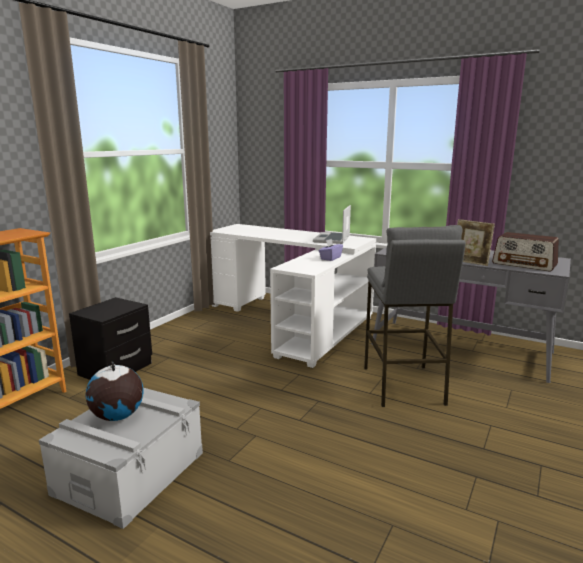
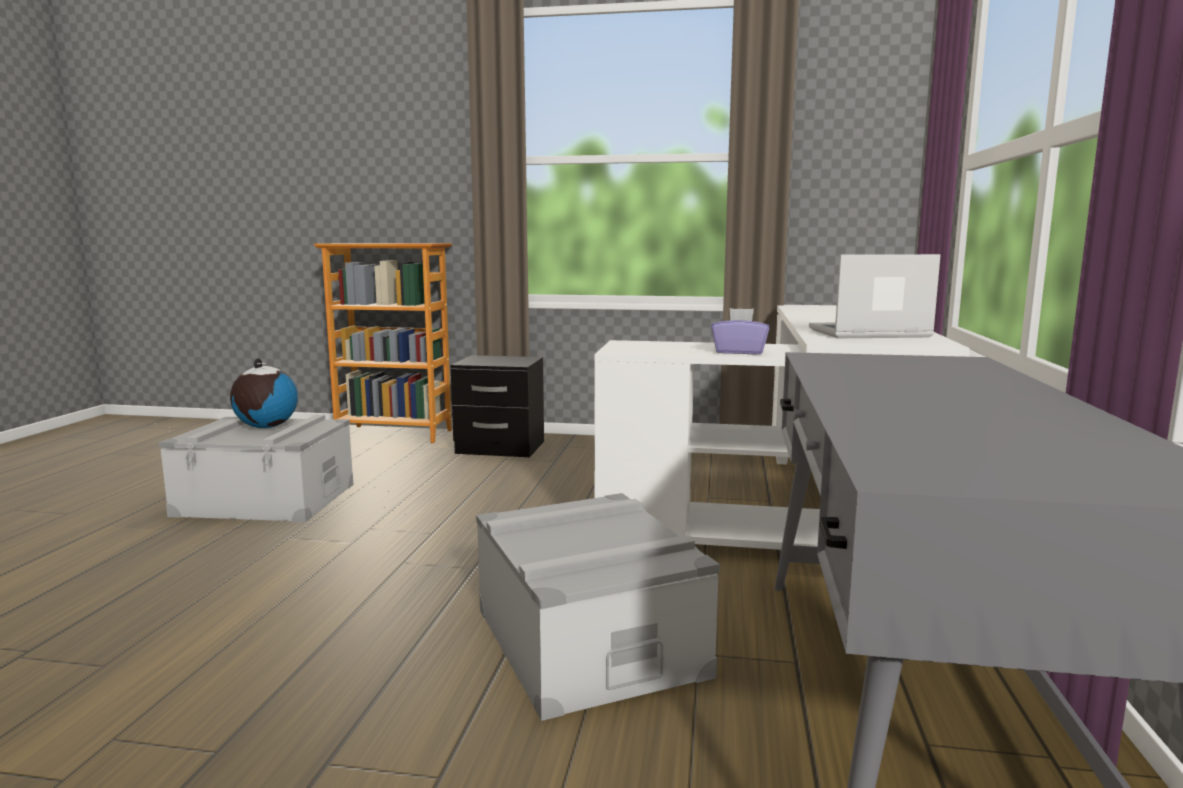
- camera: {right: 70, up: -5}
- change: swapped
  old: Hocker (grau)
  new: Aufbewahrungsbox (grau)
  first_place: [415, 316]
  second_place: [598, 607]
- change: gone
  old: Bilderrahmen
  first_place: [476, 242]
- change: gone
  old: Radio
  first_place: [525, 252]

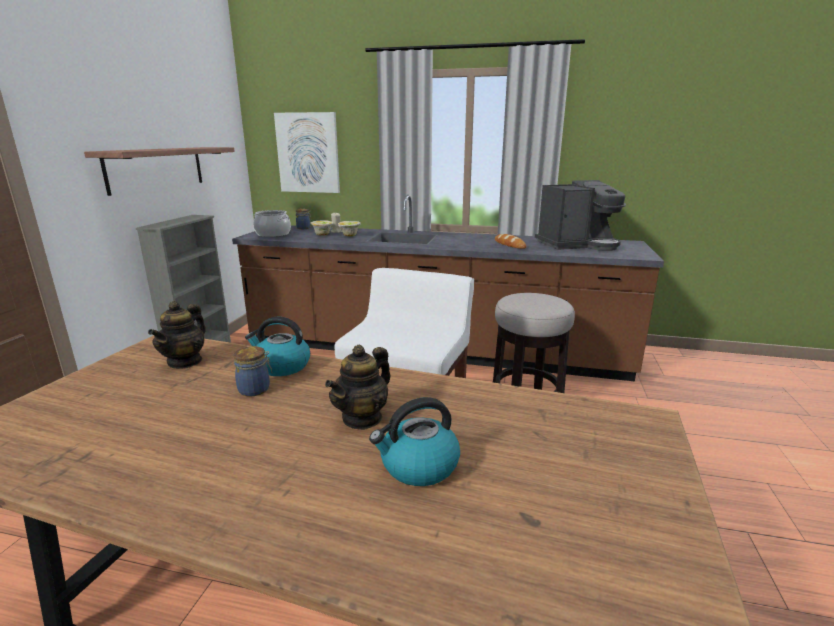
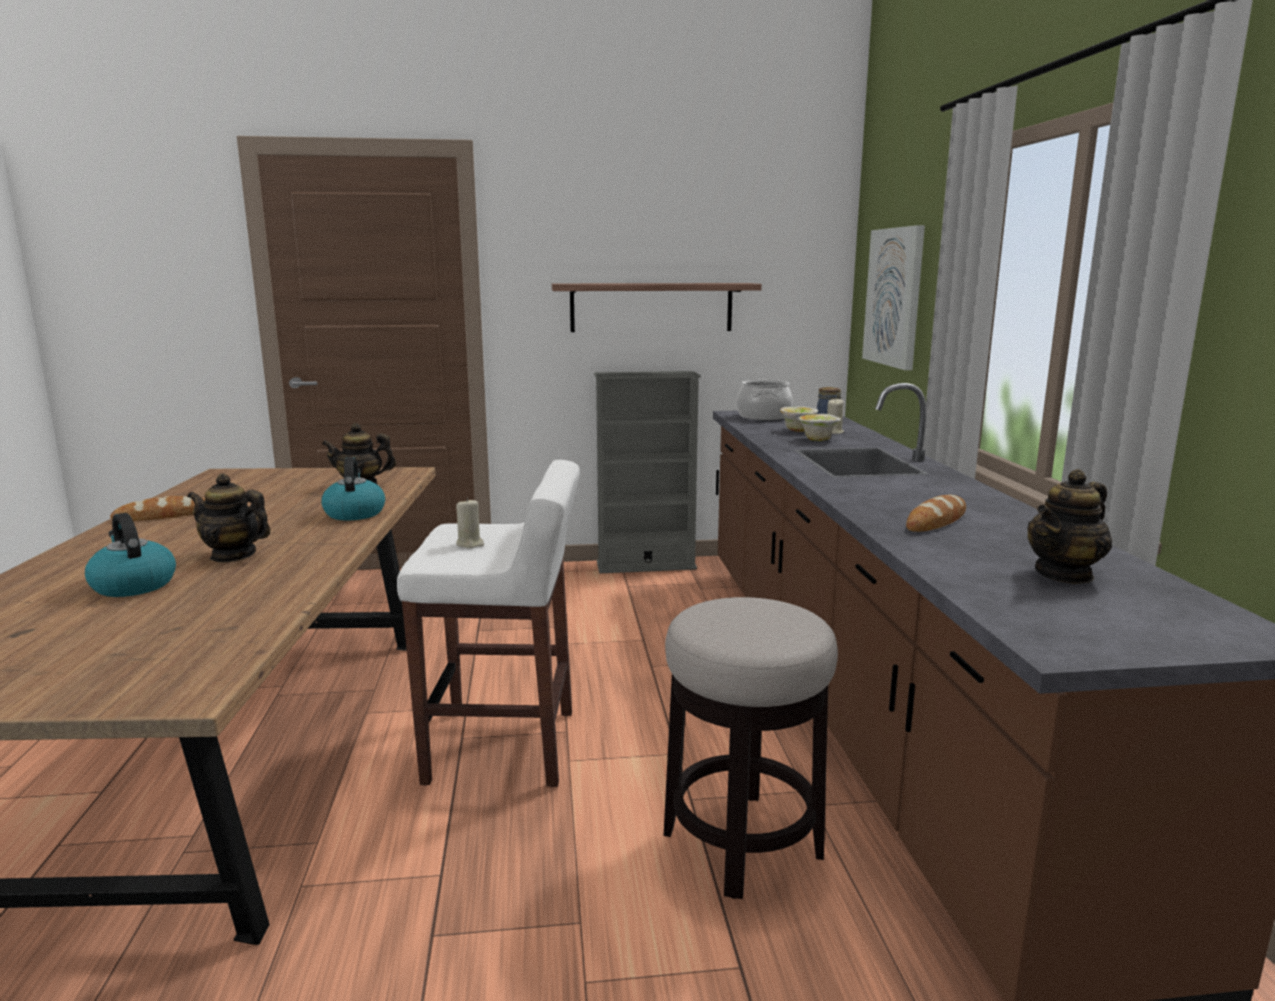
- camera: {right: 70, up: -5}
- change: new
  new: Brot
  second_place: [157, 508]
- change: new
  new: Kerze (beige)
  second_place: [470, 523]
- change: swapped
  old: Kaffeemaschine
  new: Teekanne
  first_place: [580, 215]
  second_place: [1069, 526]
- change: gone
  old: Vorratsglas
  first_place: [252, 371]

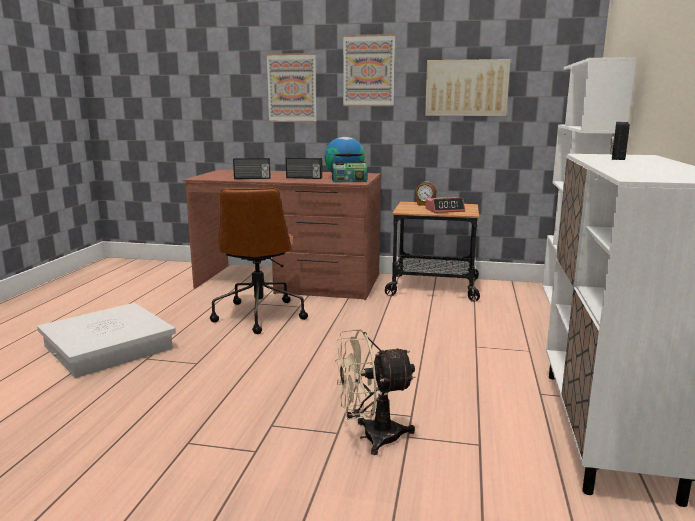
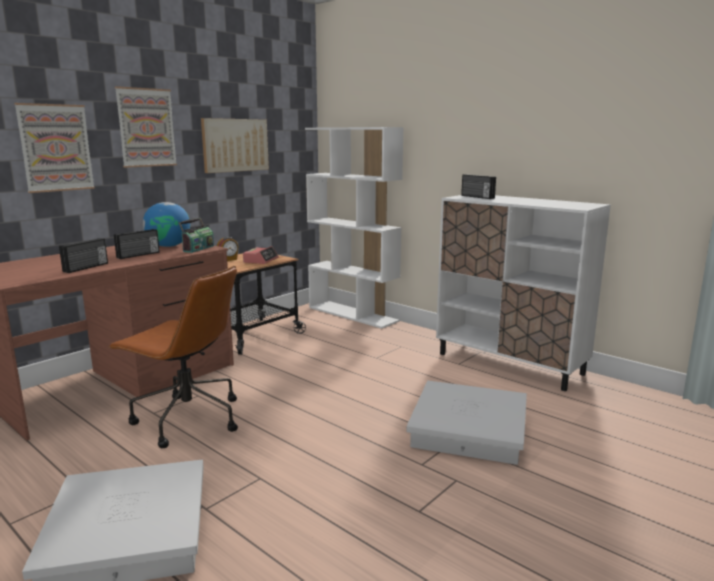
- camera: {right: -60, up: 0}
- change: swapped
  old: Ventilator (beige)
  new: Aufbewahrungsbox (weiß)
  first_place: [375, 392]
  second_place: [466, 423]

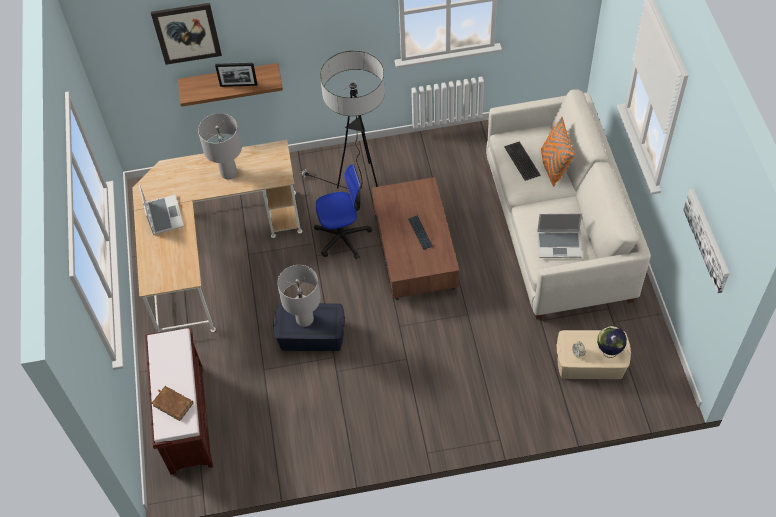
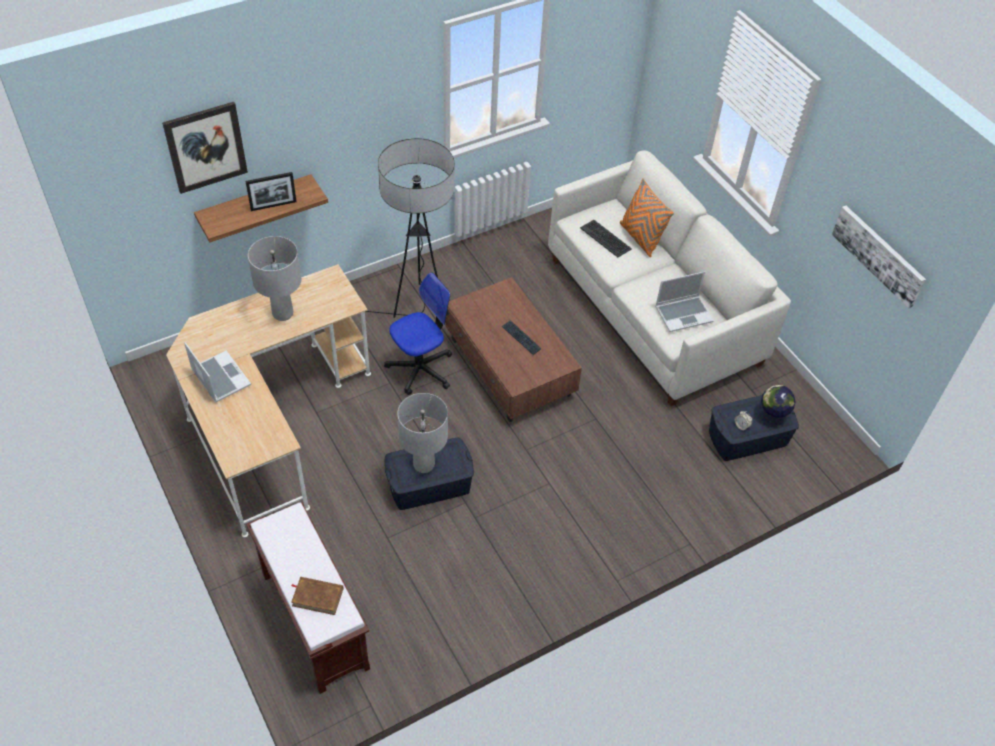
- camera: {right: -25, up: -5}
- change: repainted
  old: Aufbewahrungsbox (beige)
  new: Aufbewahrungsbox (blau)
  first_place: [593, 354]
  second_place: [754, 428]

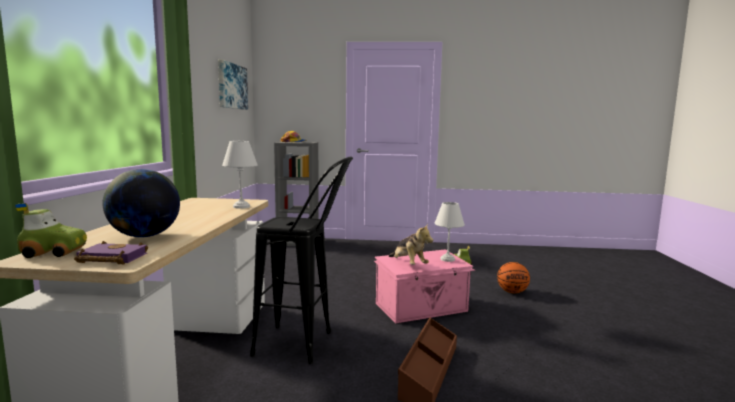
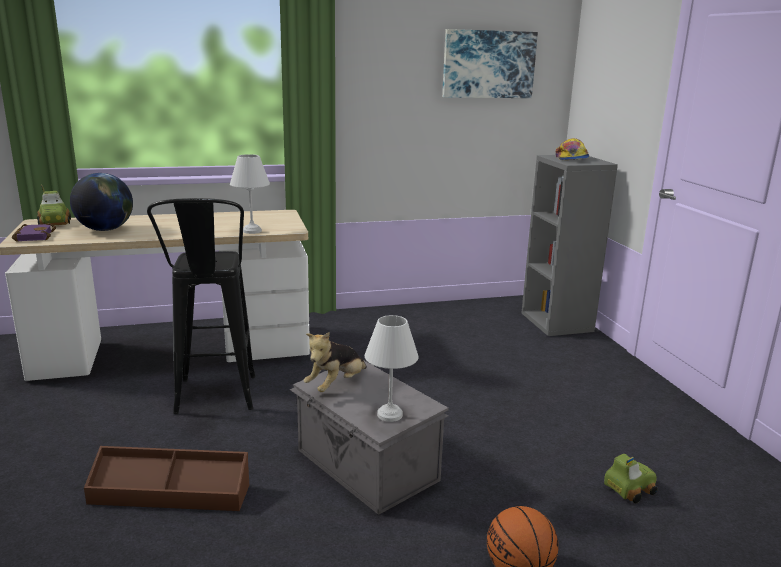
- camera: {right: 70, up: 10}
- change: repainted
  old: Aufbewahrungsbox (rosa)
  new: Aufbewahrungsbox (grau)
  first_place: [424, 286]
  second_place: [369, 438]

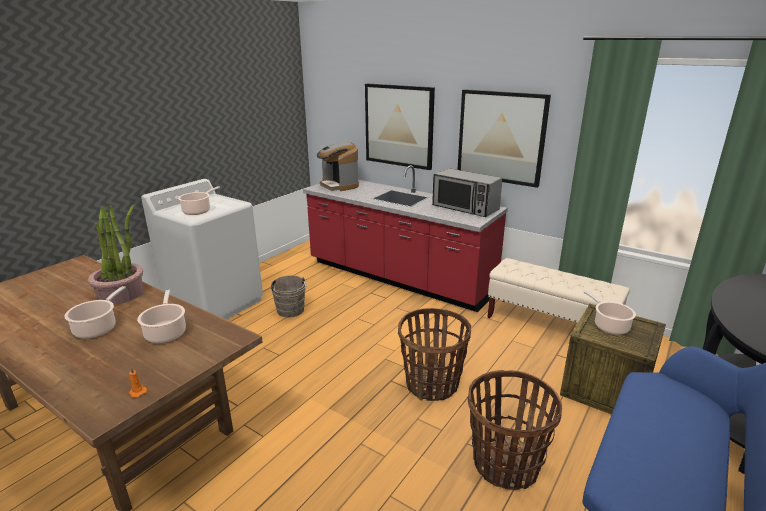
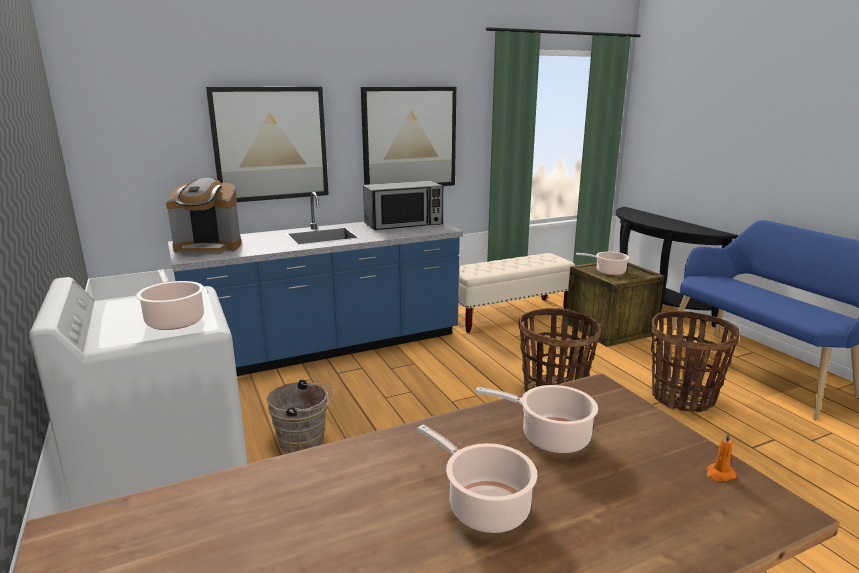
- camera: {right: -60, up: -5}
- change: repainted
  old: Küchenzeile (rot)
  new: Küchenzeile (blau)
  first_place: [405, 238]
  second_place: [315, 284]
- change: gone
  old: Topfpflanze
  first_place: [115, 254]

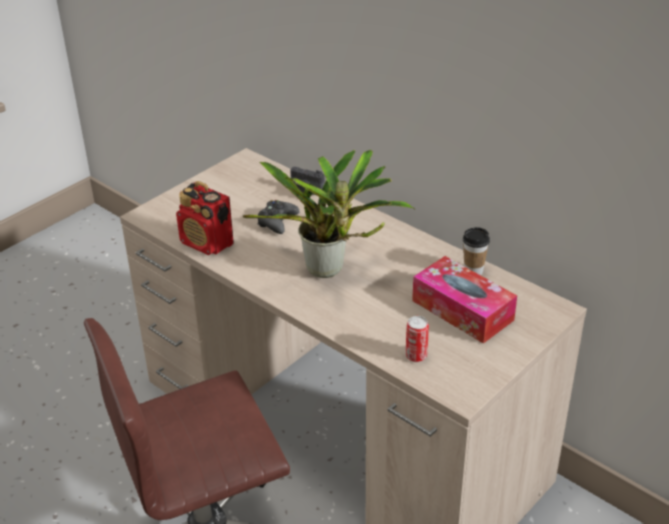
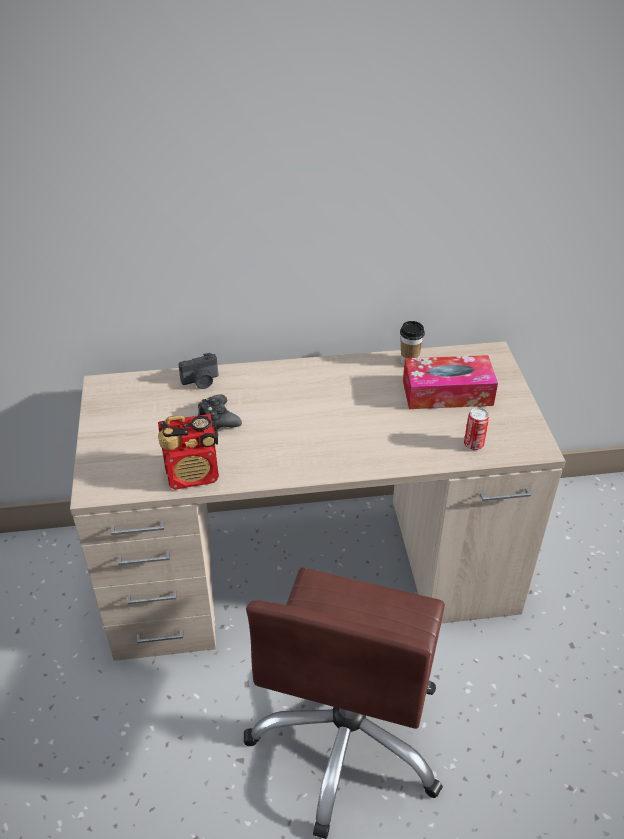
- camera: {right: -50, up: 5}
- change: gone
  old: Topfpflanze
  first_place: [329, 214]

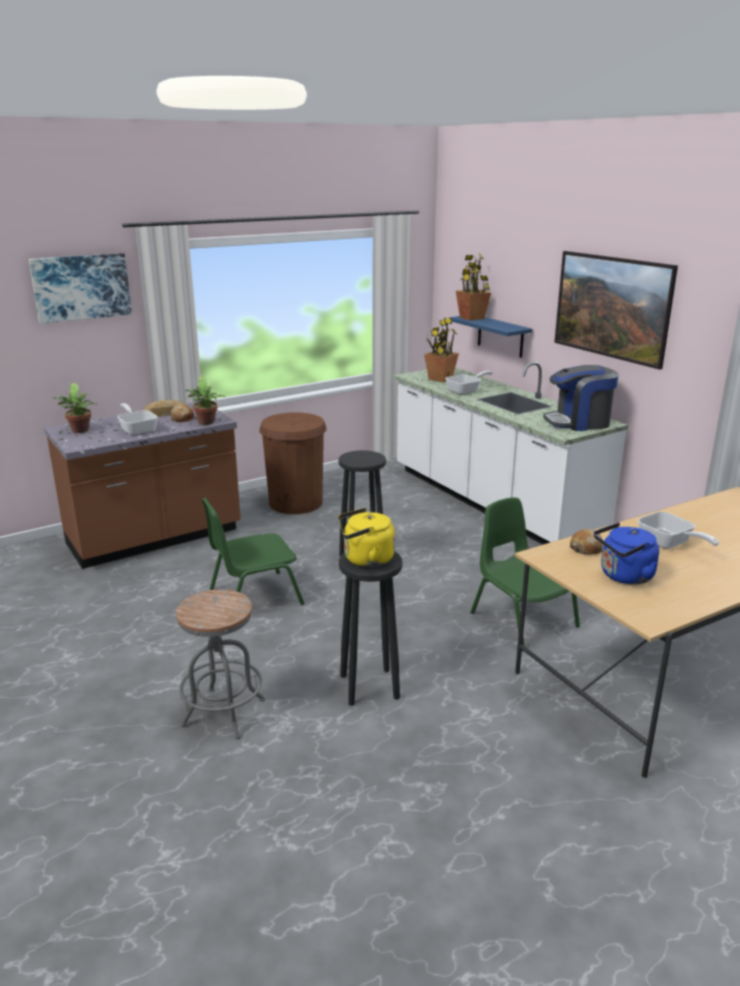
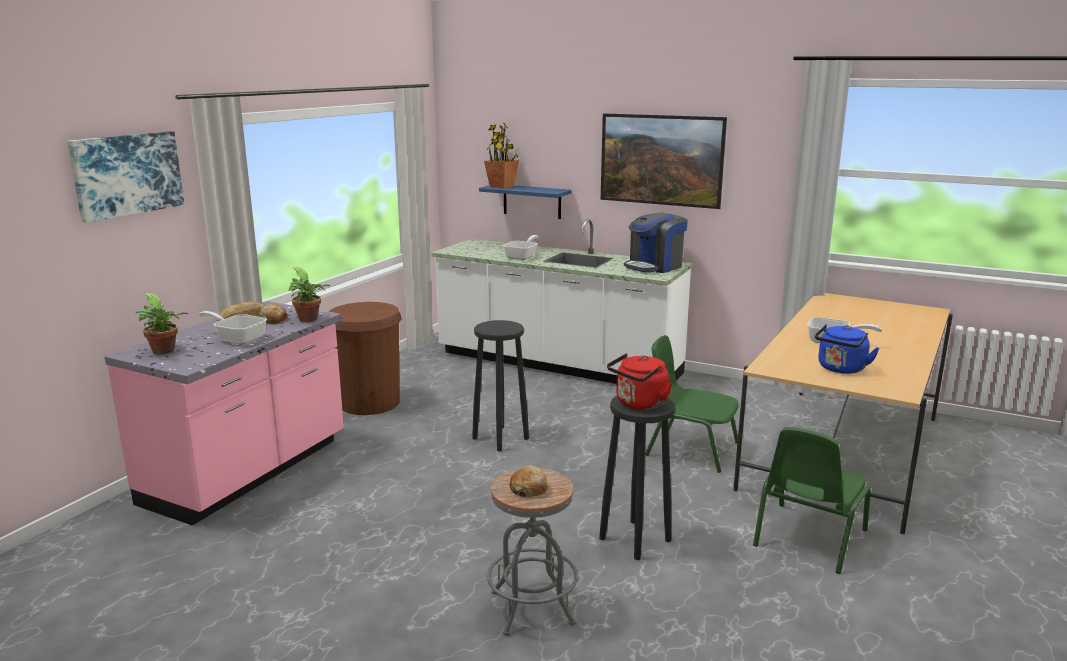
- camera: {right: -30, up: -5}
- change: repainted
  old: Küchenzeile (braun)
  new: Küchenzeile (rosa)
  first_place: [142, 485]
  second_place: [224, 413]
- change: shifted
  old: Brot
  first_place: [586, 542]
  second_place: [529, 481]
- change: repainted
  old: Wasserkessel (gelb)
  new: Wasserkessel (rot)
  first_place: [366, 537]
  second_place: [640, 381]
- change: shifted
  old: Stuhl (grün)
  first_place: [252, 551]
  second_place: [812, 500]
- change: gone
  old: Topfpflanze
  first_place: [441, 350]

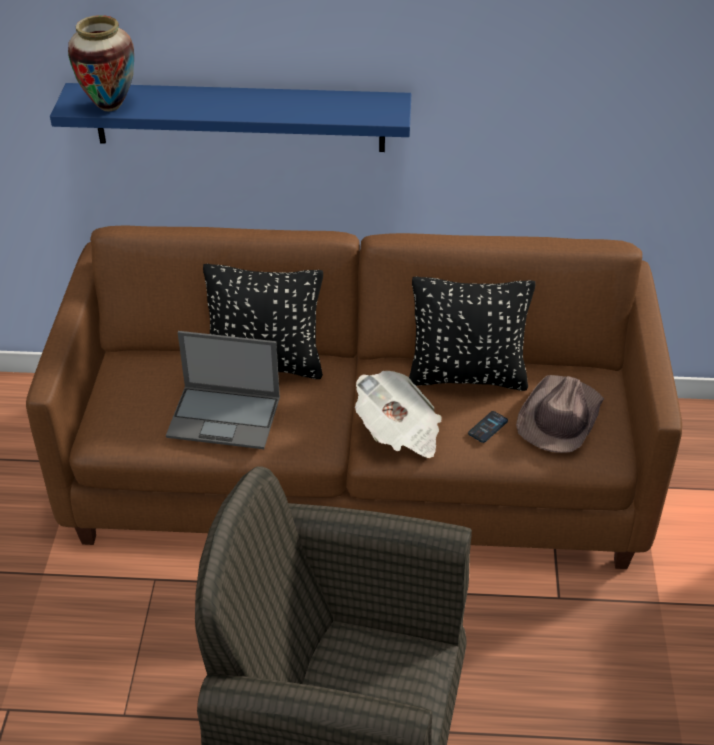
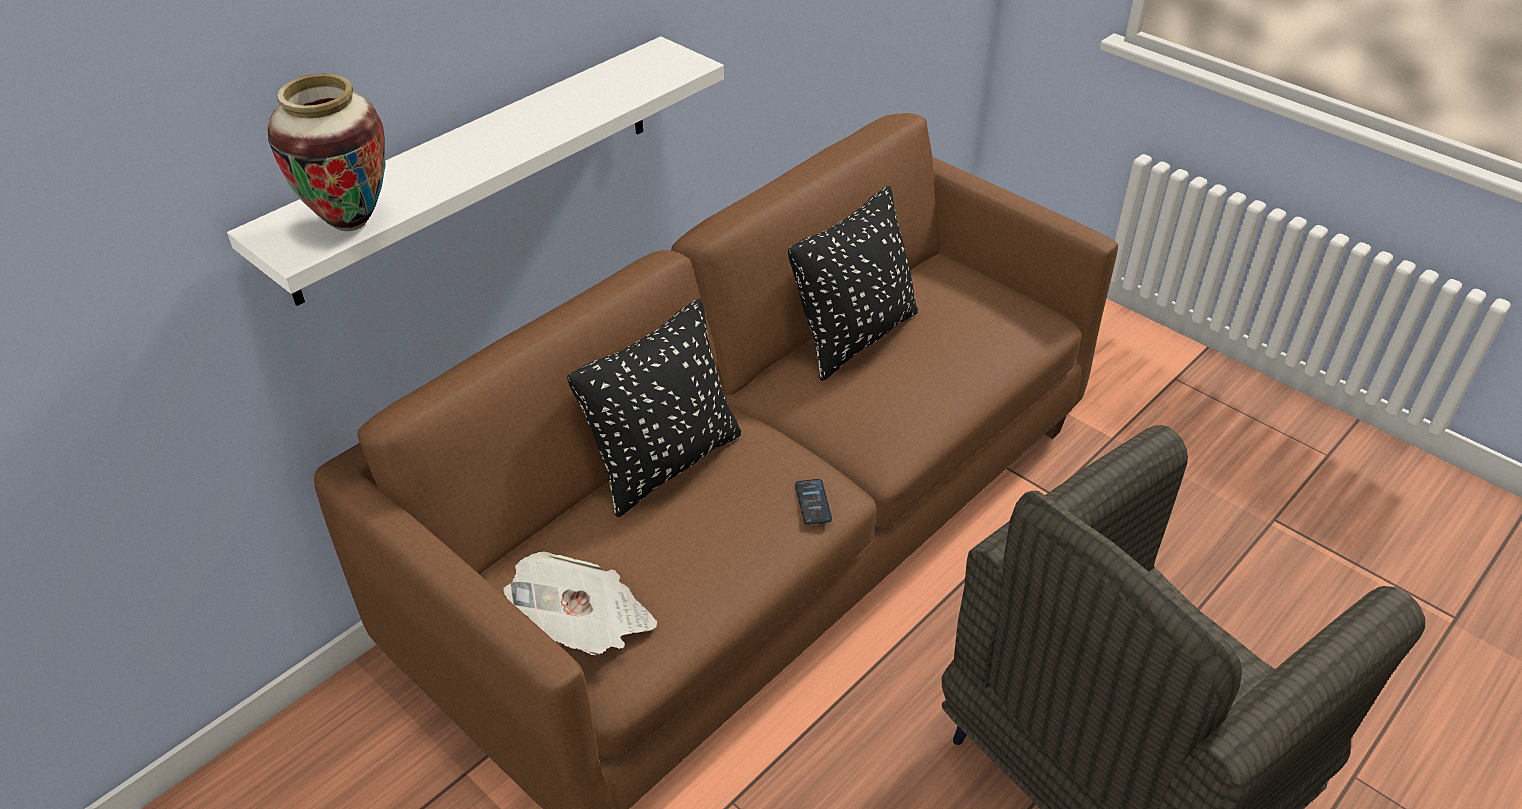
- camera: {right: -50, up: 0}
- change: repainted
  old: Wandregal (blau)
  new: Wandregal (weiß)
  first_place: [230, 117]
  second_place: [475, 171]
- change: shifted
  old: Zeitung
  first_place: [398, 414]
  second_place: [580, 603]
- change: shifted
  old: Handy
  first_place: [488, 427]
  second_place: [813, 502]
- change: gone
  old: Laptop
  first_place: [223, 390]
- change: gone
  old: Hut (braun)
  first_place: [560, 414]

